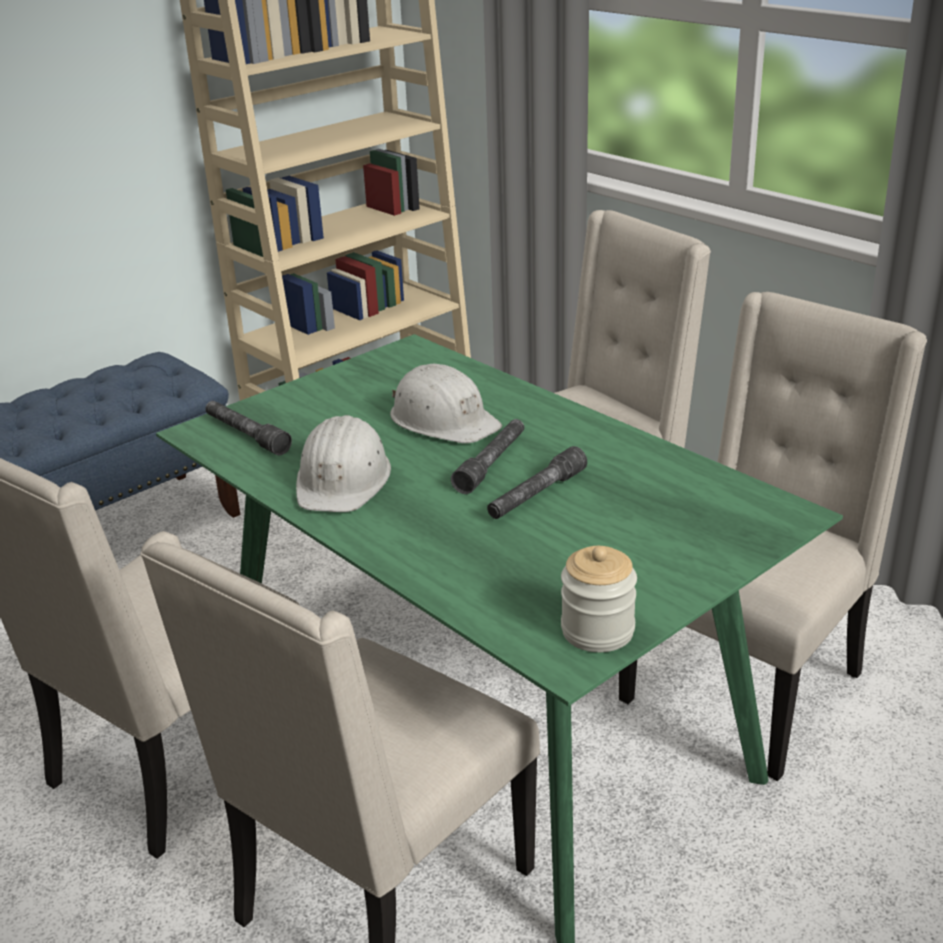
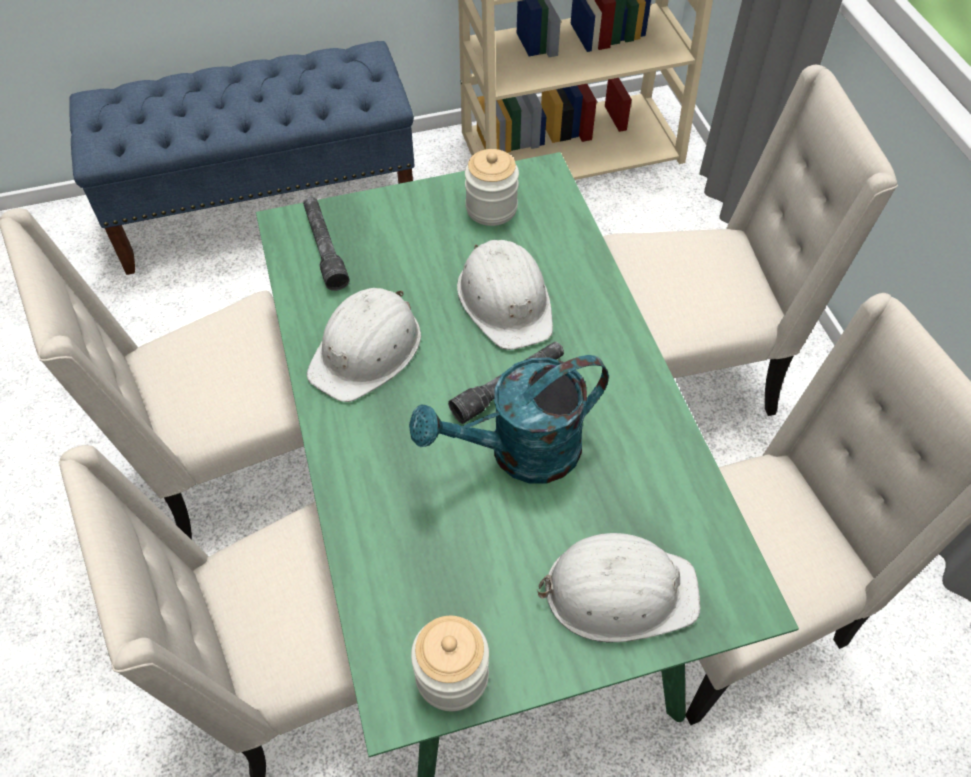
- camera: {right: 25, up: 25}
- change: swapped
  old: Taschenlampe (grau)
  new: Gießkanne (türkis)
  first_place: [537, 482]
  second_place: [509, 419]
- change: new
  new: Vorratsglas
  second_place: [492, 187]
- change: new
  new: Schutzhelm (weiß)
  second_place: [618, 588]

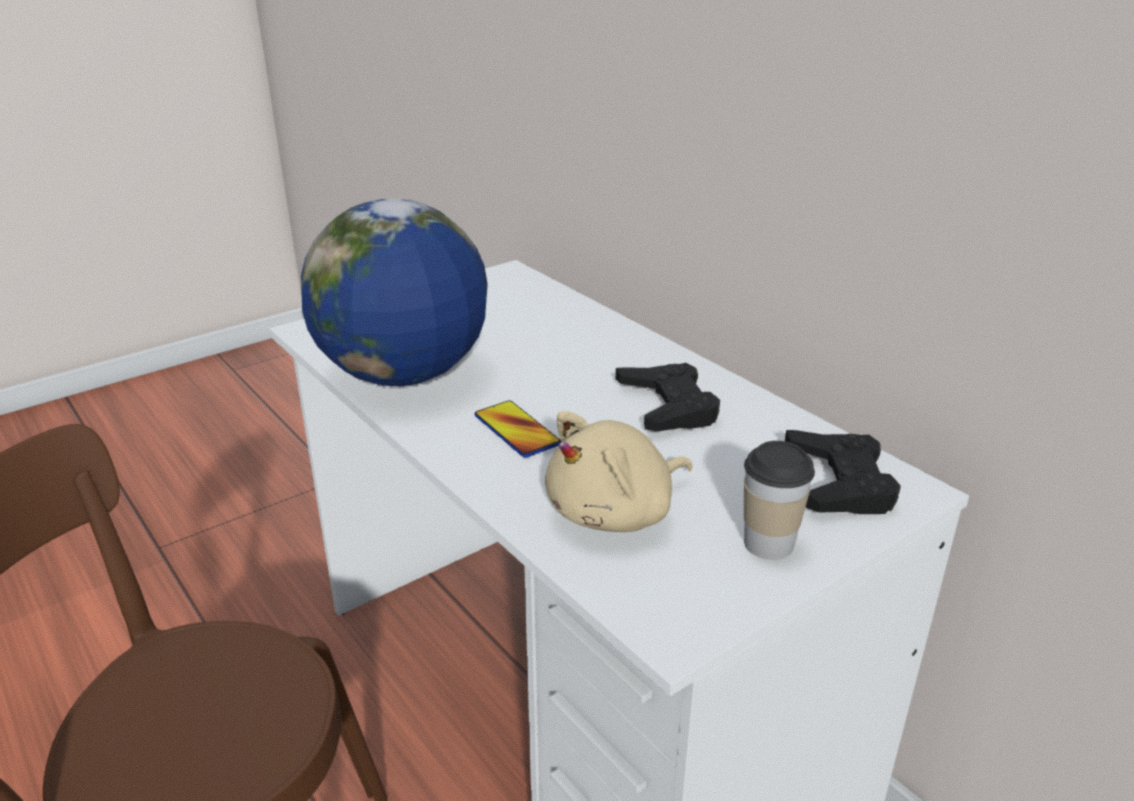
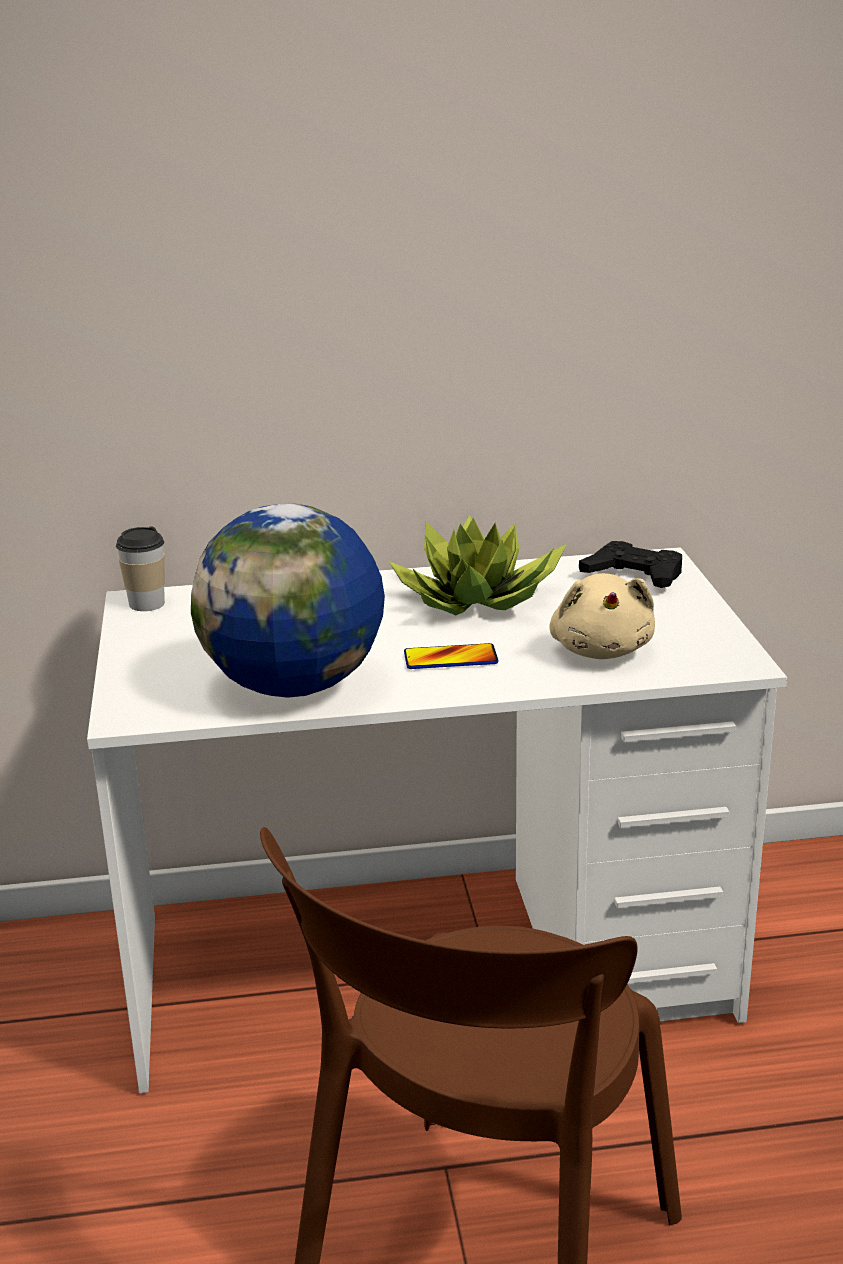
- camera: {right: -60, up: -5}
- change: shifted
  old: Tasse
  first_place: [779, 500]
  second_place: [140, 568]
- change: swapped
  old: Gamepad (schwarz)
  new: Topfpflanze
  first_place: [668, 397]
  second_place: [478, 565]

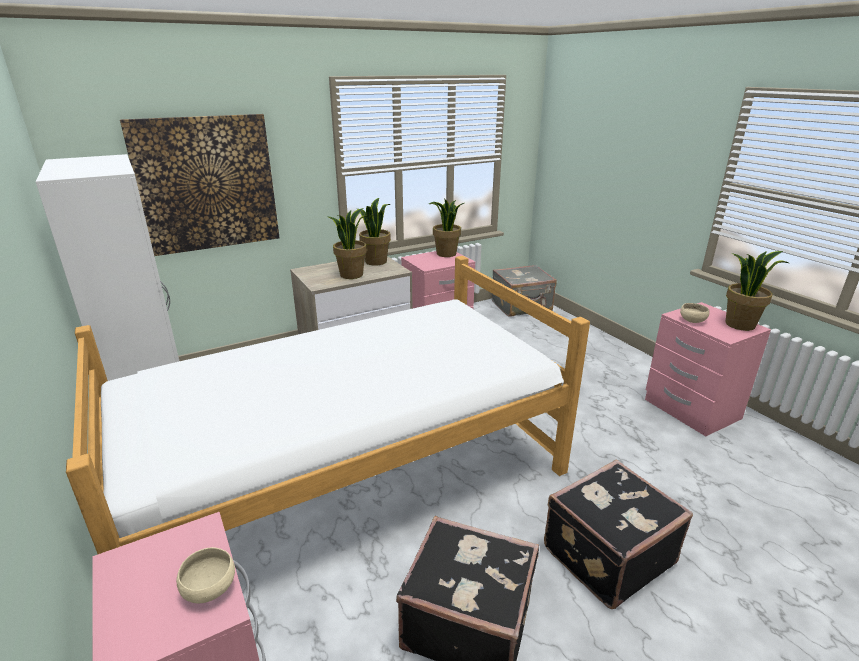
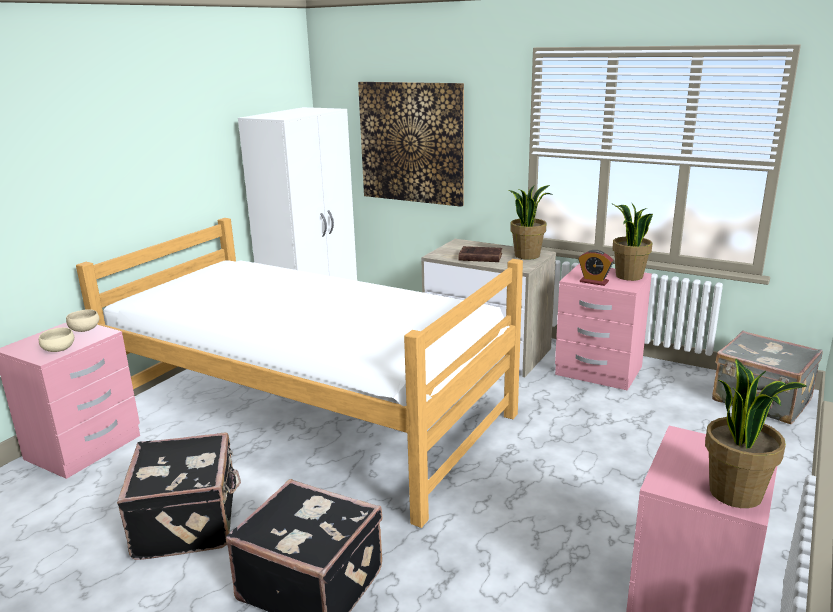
- camera: {right: 60, up: -5}
- change: shifted
  old: Schüssel (beige)
  first_place: [694, 313]
  second_place: [82, 320]
- change: swapped
  old: Topfpflanze
  new: Buch (braun)
  first_place: [348, 243]
  second_place: [480, 254]
- change: new
  new: Wecker
  second_place: [595, 268]

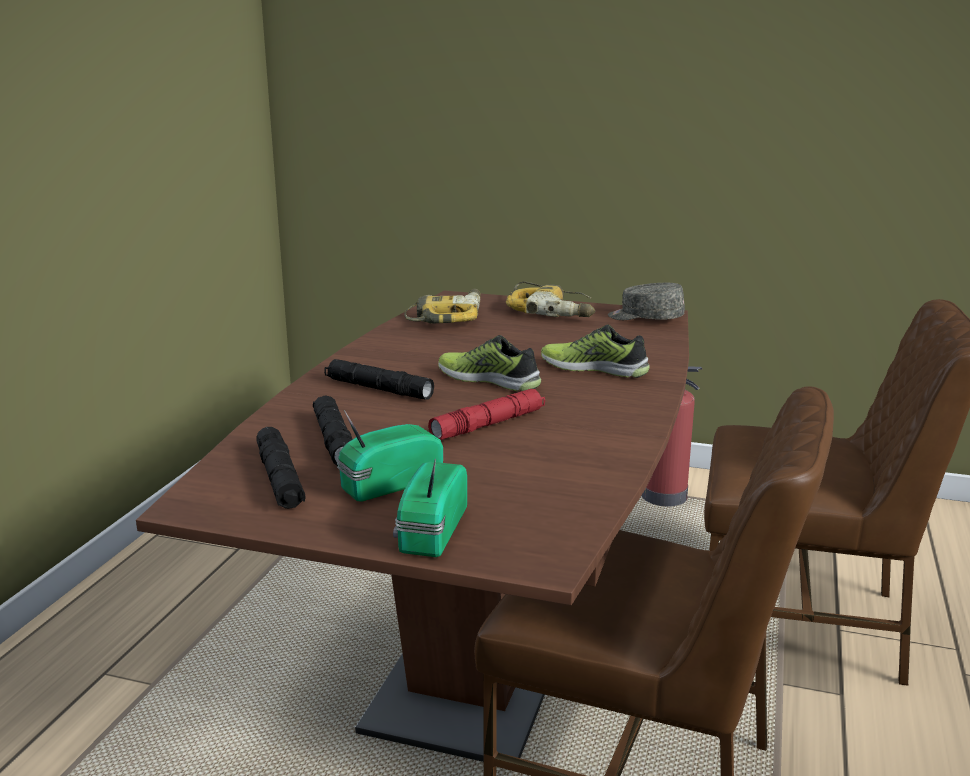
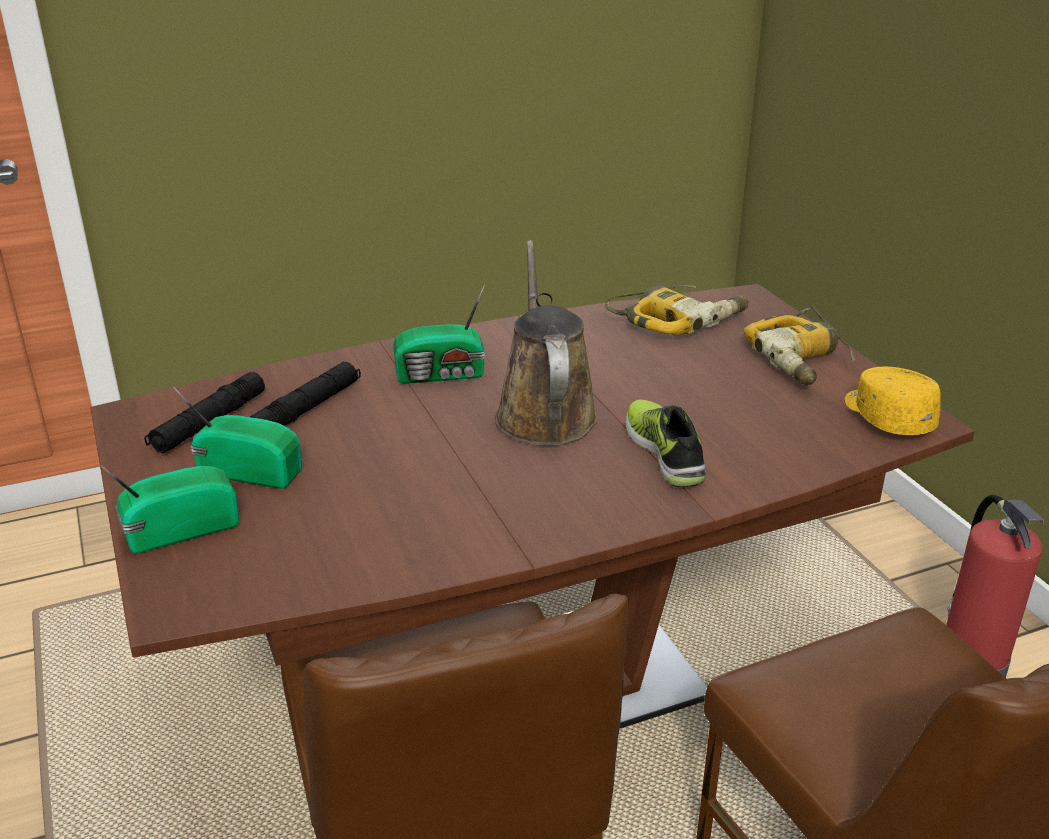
- camera: {right: 50, up: 10}
- change: swapped
  old: Taschenlampe (schwarz)
  new: Radio
  first_place: [379, 379]
  second_place: [439, 334]
- change: swapped
  old: Schuh
  new: Gießkanne (braun)
  first_place: [489, 363]
  second_place: [546, 343]
- change: repainted
  old: Kappe (grau)
  new: Kappe (gelb)
  first_place: [646, 301]
  second_place: [893, 401]
- change: gone
  old: Taschenlampe (rot)
  first_place: [486, 414]

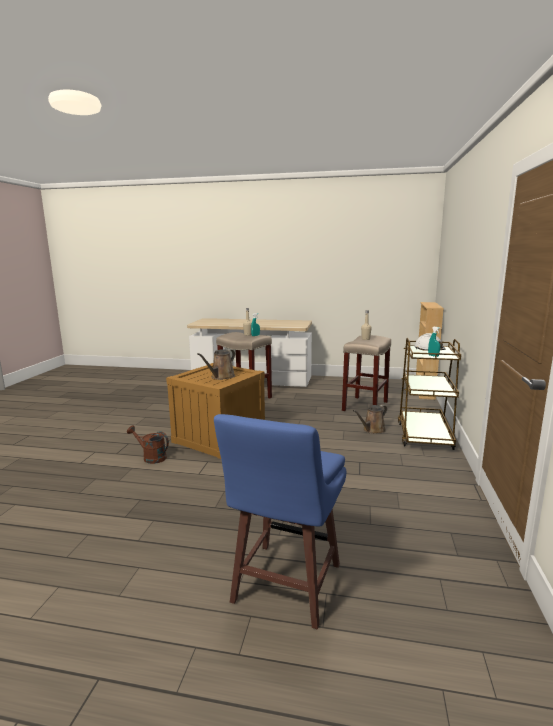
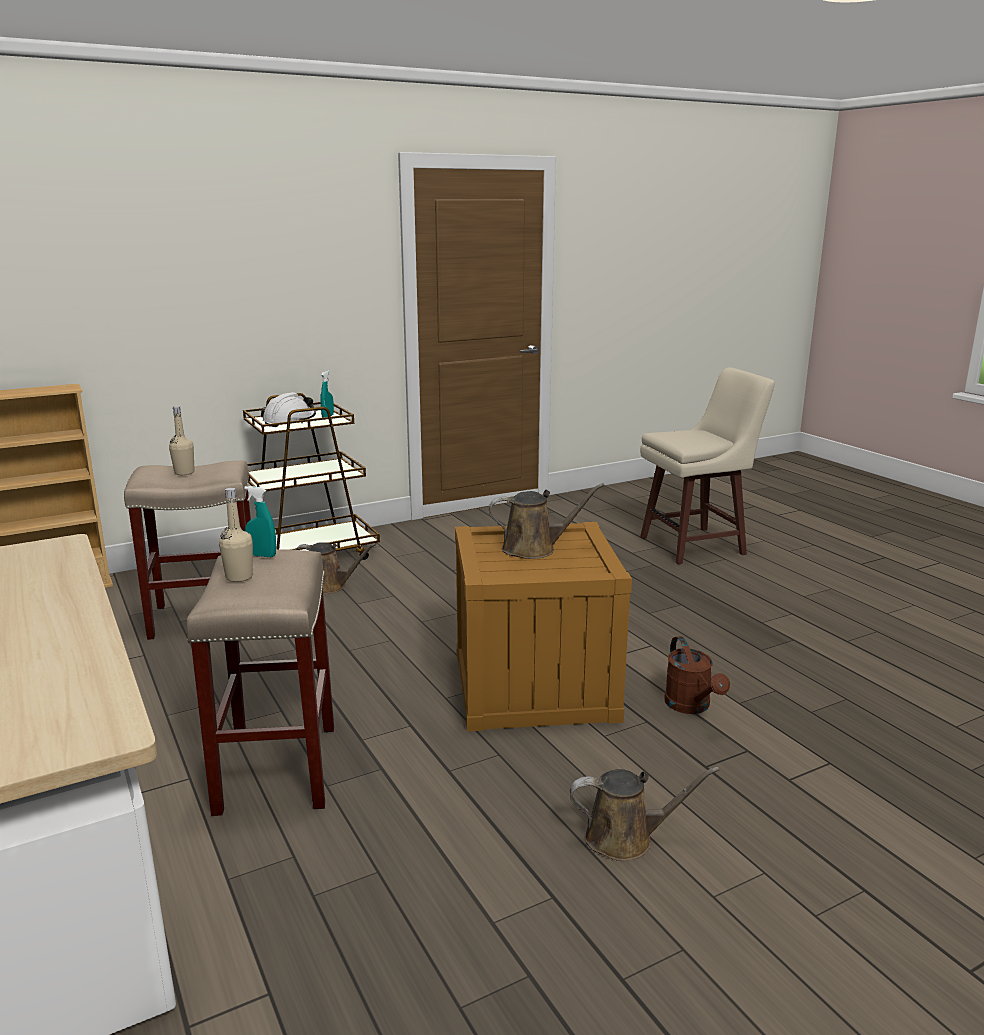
- camera: {right: -130, up: 5}
- change: new
  new: Gießkanne (braun)
  second_place: [645, 814]
- change: repainted
  old: Hocker (blau)
  new: Hocker (beige)
  first_place: [280, 522]
  second_place: [707, 465]

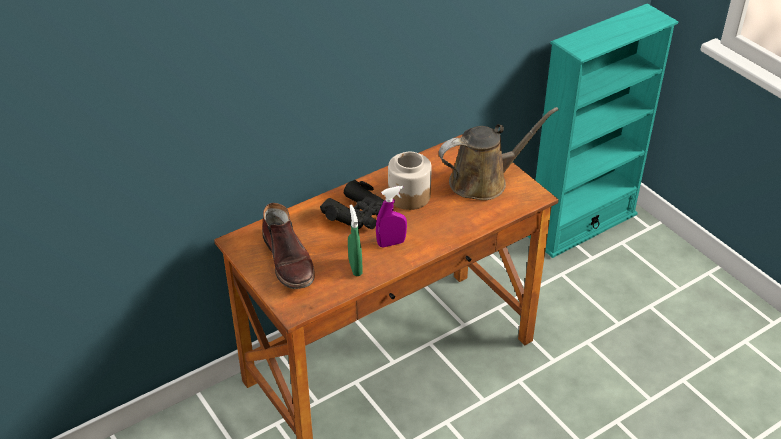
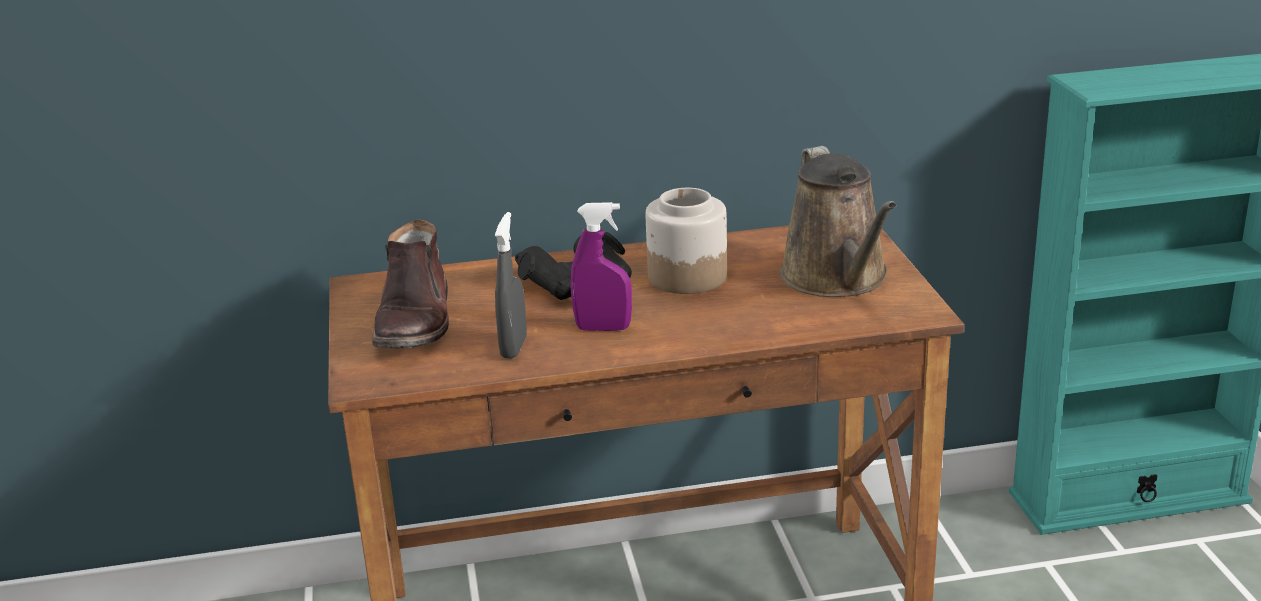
- camera: {right: 25, up: -15}
- change: repainted
  old: Sprühflasche (grün)
  new: Sprühflasche (grau)
  first_place: [355, 240]
  second_place: [511, 285]
- change: rotated
  old: Gießkanne (braun)
  first_place: [499, 153]
  second_place: [838, 221]
  degrees: 75

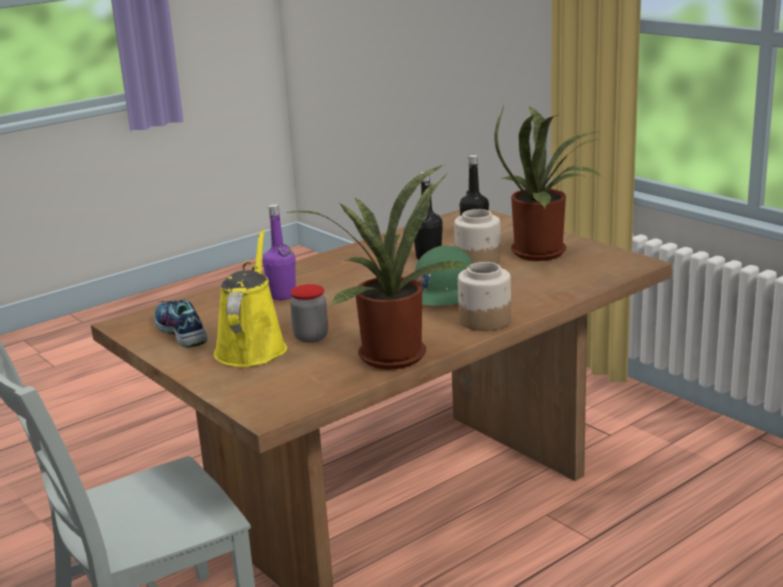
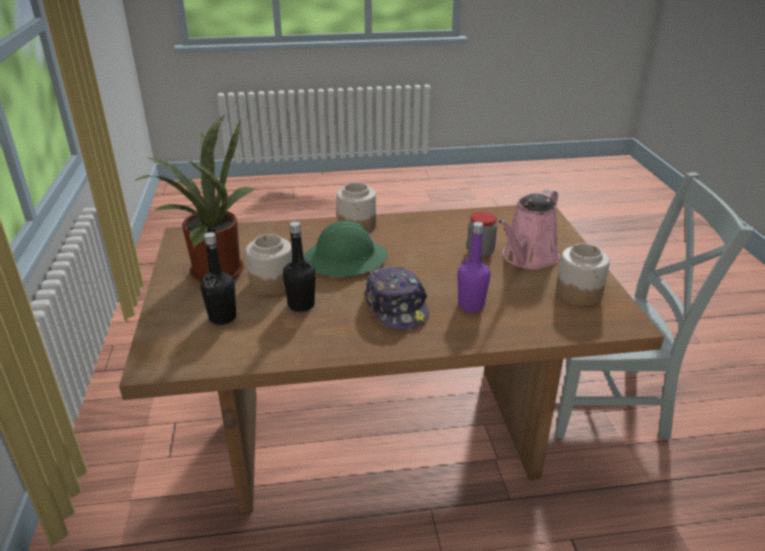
- camera: {right: -150, up: 10}
- change: new
  new: Kappe
  second_place: [397, 298]
- change: repainted
  old: Gießkanne (gelb)
  new: Gießkanne (rosa)
  first_place: [250, 298]
  second_place: [529, 229]
- change: swapped
  old: Schuh
  new: Vorratsglas
  first_place: [180, 324]
  second_place: [583, 274]
- change: gone
  old: Topfpflanze
  first_place: [378, 267]

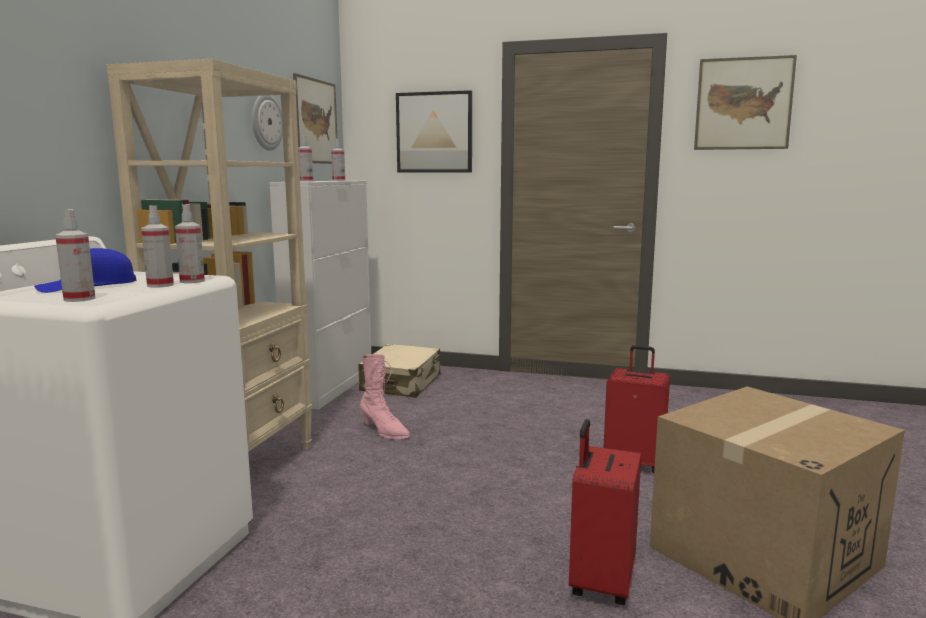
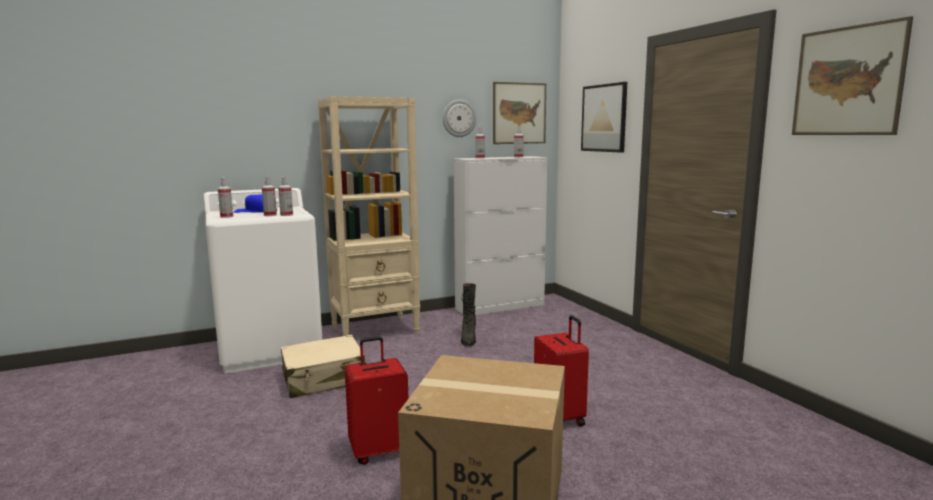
- camera: {right: 50, up: 0}
- change: shifted
  old: Koffer (beige)
  first_place: [399, 371]
  second_place: [324, 366]
- change: repainted
  old: Stiefel (rosa)
  new: Stiefel (schwarz)
  first_place: [385, 396]
  second_place: [468, 314]

